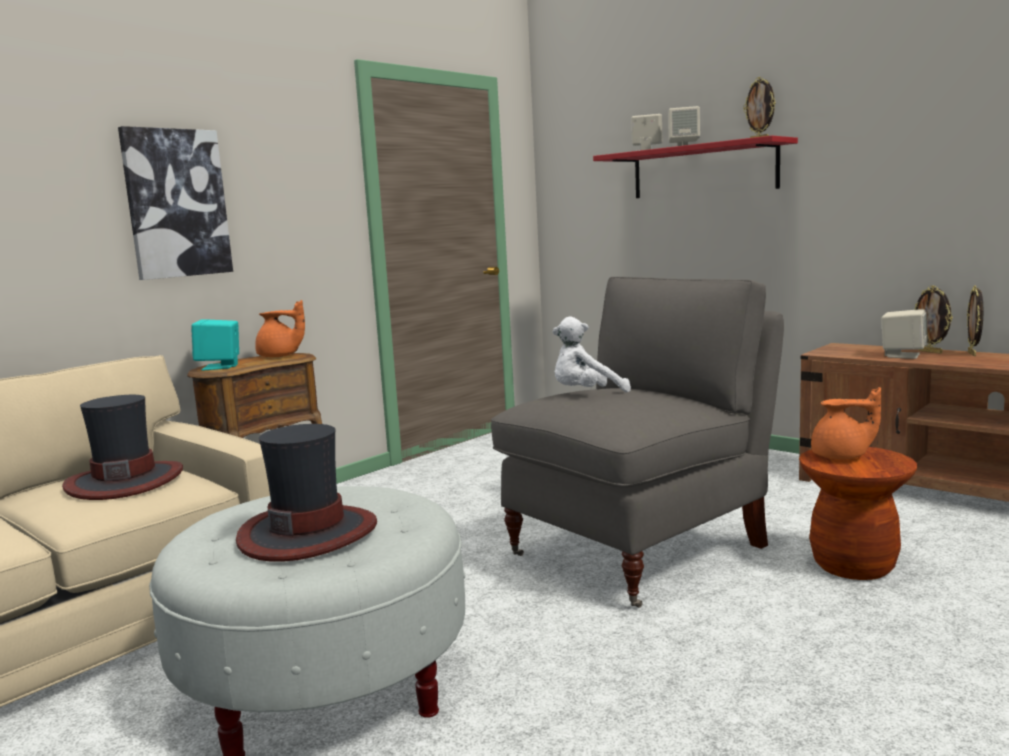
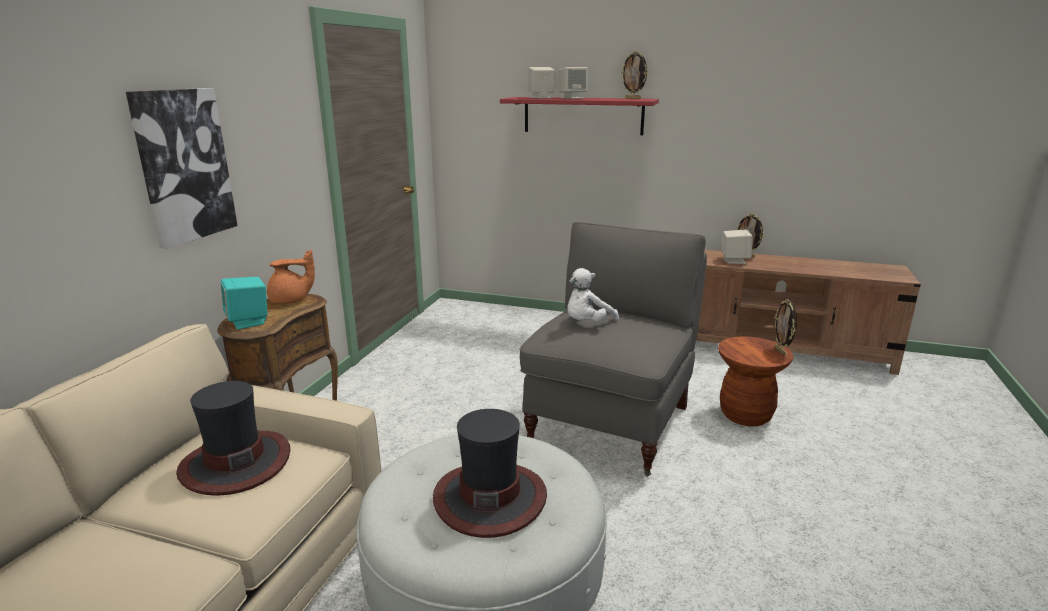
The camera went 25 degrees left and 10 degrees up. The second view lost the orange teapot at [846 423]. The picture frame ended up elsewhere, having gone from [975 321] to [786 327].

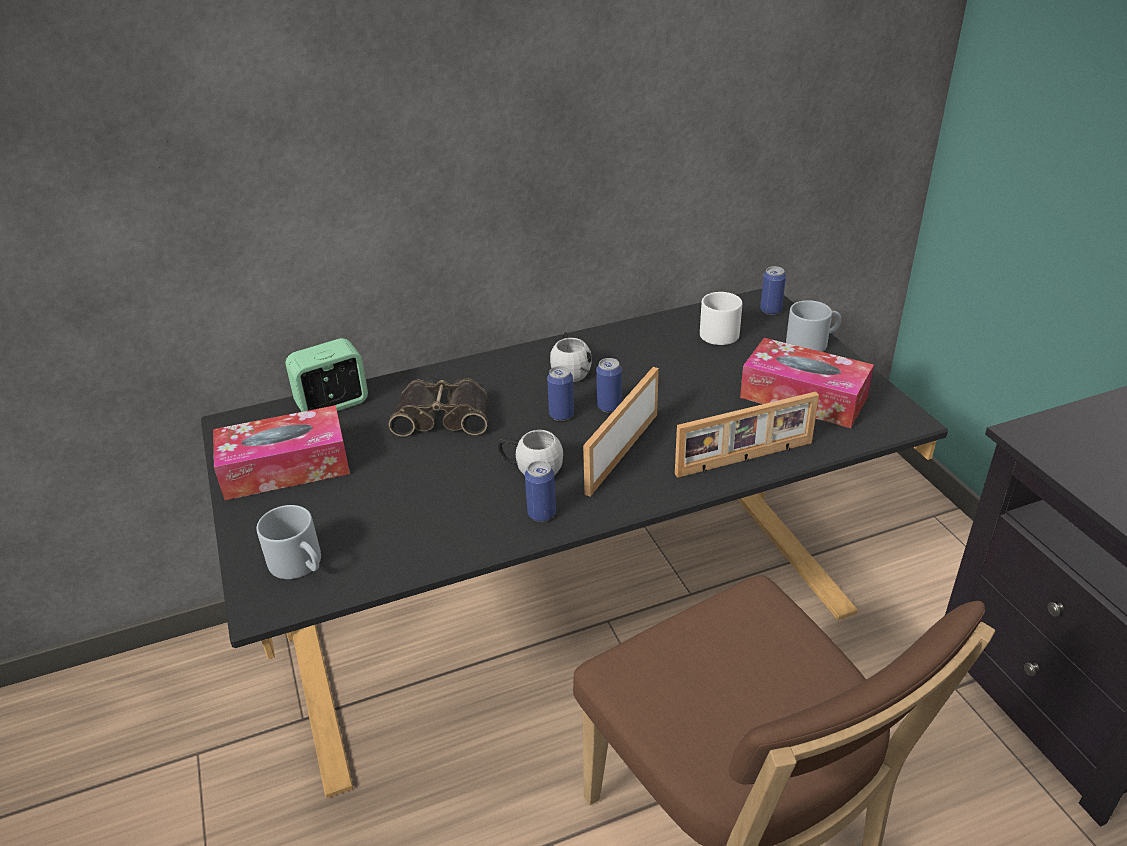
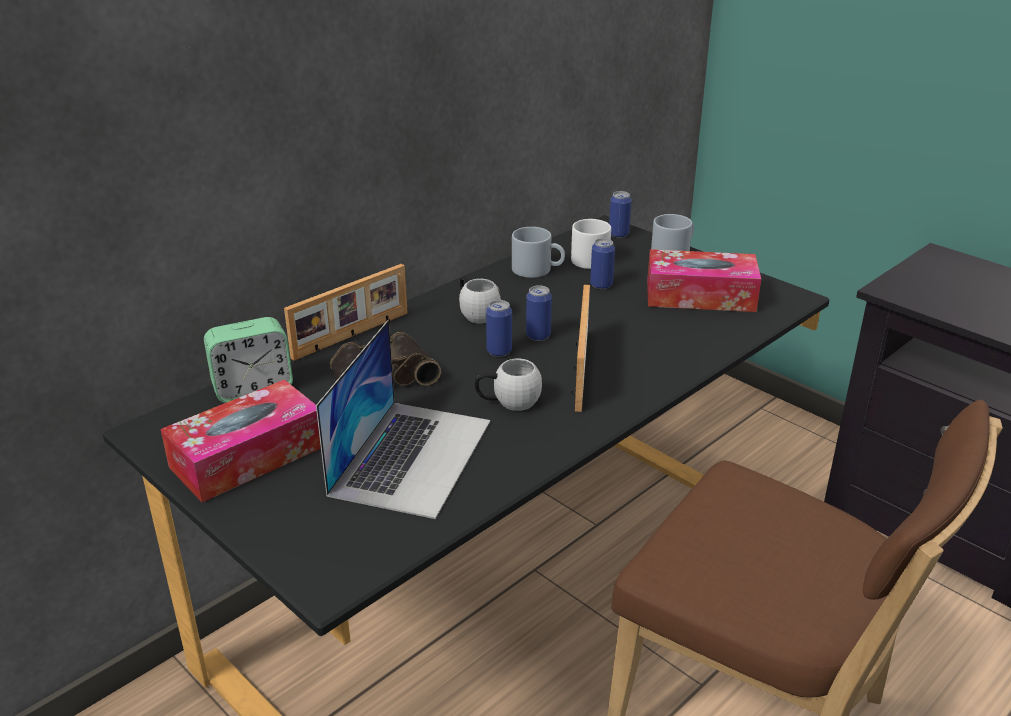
The camera went 25 degrees left and 5 degrees down. The second view gained the laptop at [403 419]. The grey mug ended up elsewhere, having gone from [288 542] to [538 252]. The can ended up elsewhere, having gone from [540 491] to [602 263]. The picture frame ended up elsewhere, having gone from [747 435] to [346 312]. The alarm clock at [326 375] ended up facing another way, 150 degrees counterclockwise from before.

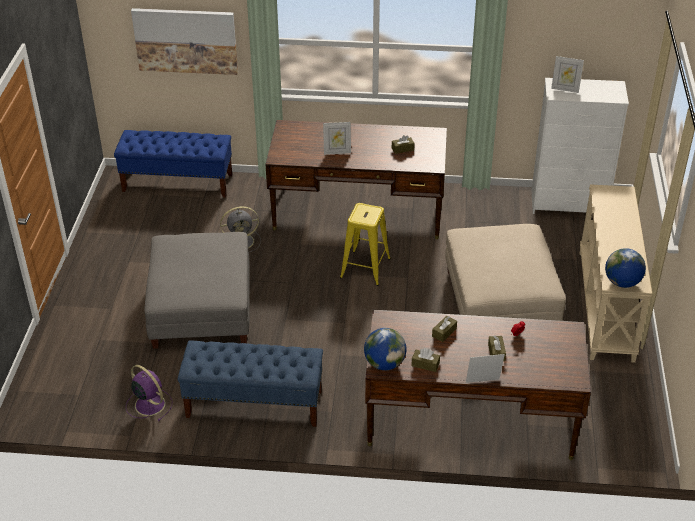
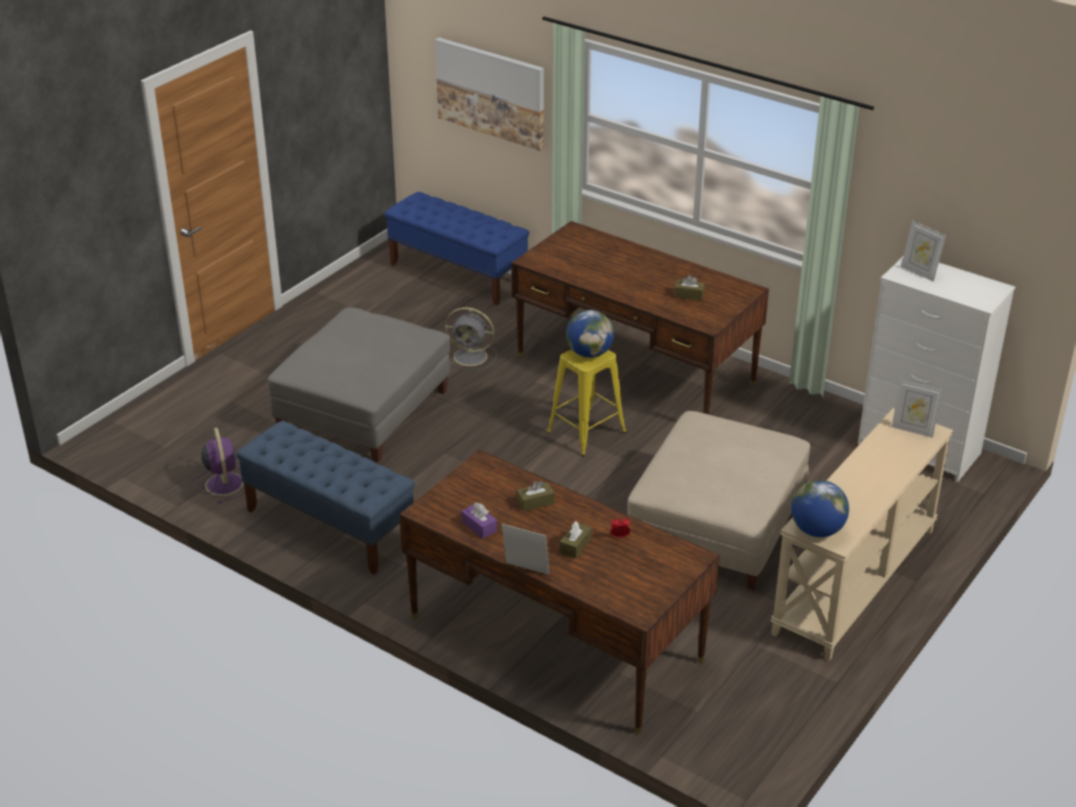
The camera went 30 degrees right and 5 degrees down. The picture frame ended up elsewhere, having gone from [337 138] to [917 409]. The globe ended up elsewhere, having gone from [385 349] to [590 334]. What was the brown tissue box at [425 360] turned into the purple tissue box at [479 520].

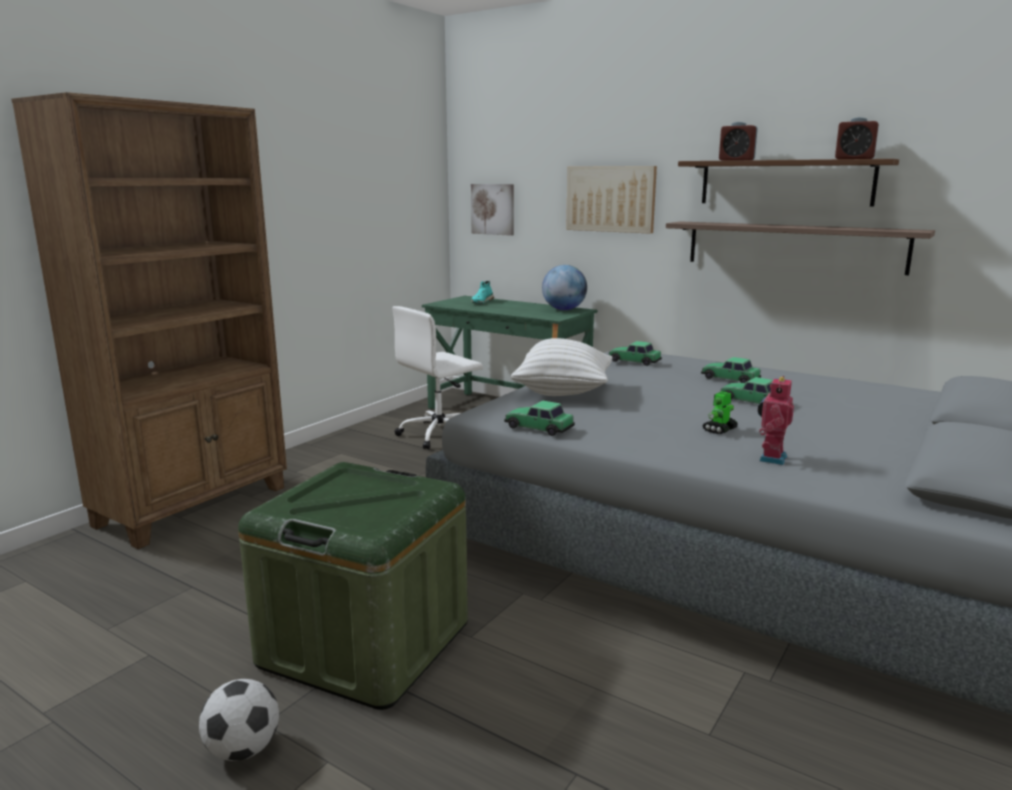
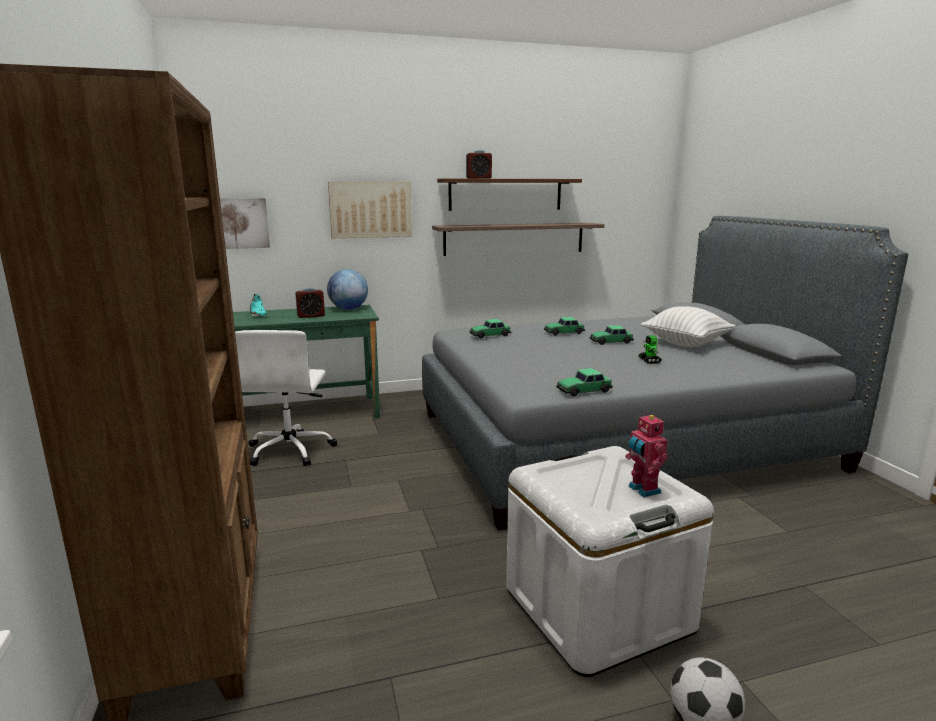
The camera went 50 degrees left and 0 degrees up. The white pillow ended up elsewhere, having gone from [561 367] to [688 326]. The toy robot ended up elsewhere, having gone from [776 420] to [646 455]. The alarm clock ended up elsewhere, having gone from [857 138] to [310 303]. What was the green storage box at [353 586] turned into the white storage box at [610 561].

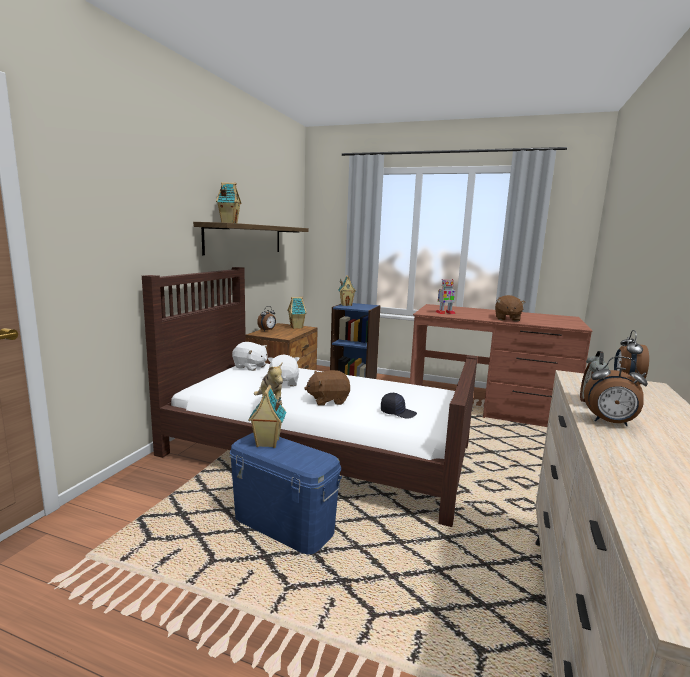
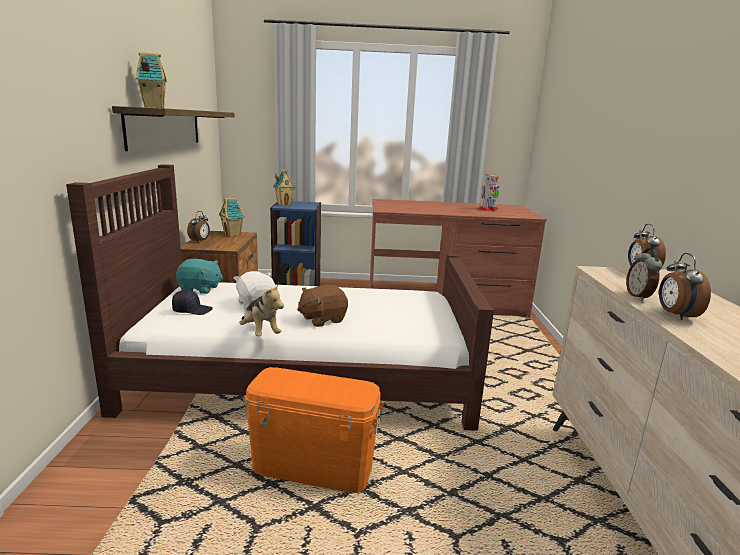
The camera went 20 degrees left and 5 degrees up. The second view lost the toy house at [267 416]. The second view lost the brown plush toy at [510 308]. The black cap ended up elsewhere, having gone from [399 406] to [192 302]. The toy robot ended up elsewhere, having gone from [446 296] to [489 192]. What was the blue storage box at [286 494] turned into the orange storage box at [313 430]. What was the white plush toy at [249 356] turned into the turquoise plush toy at [199 276]. The alarm clock at [616 391] ended up facing another way, 90 degrees clockwise from before.

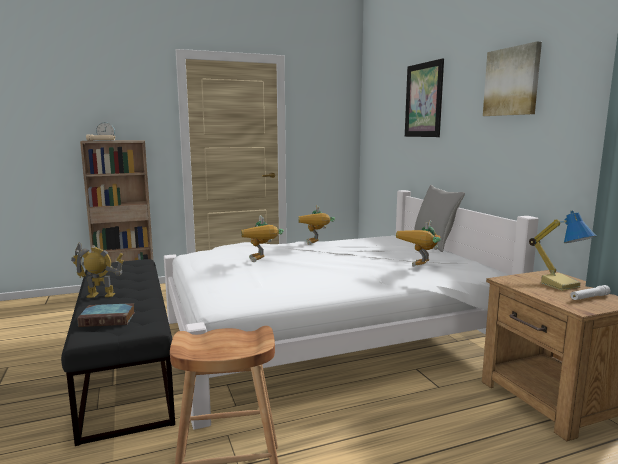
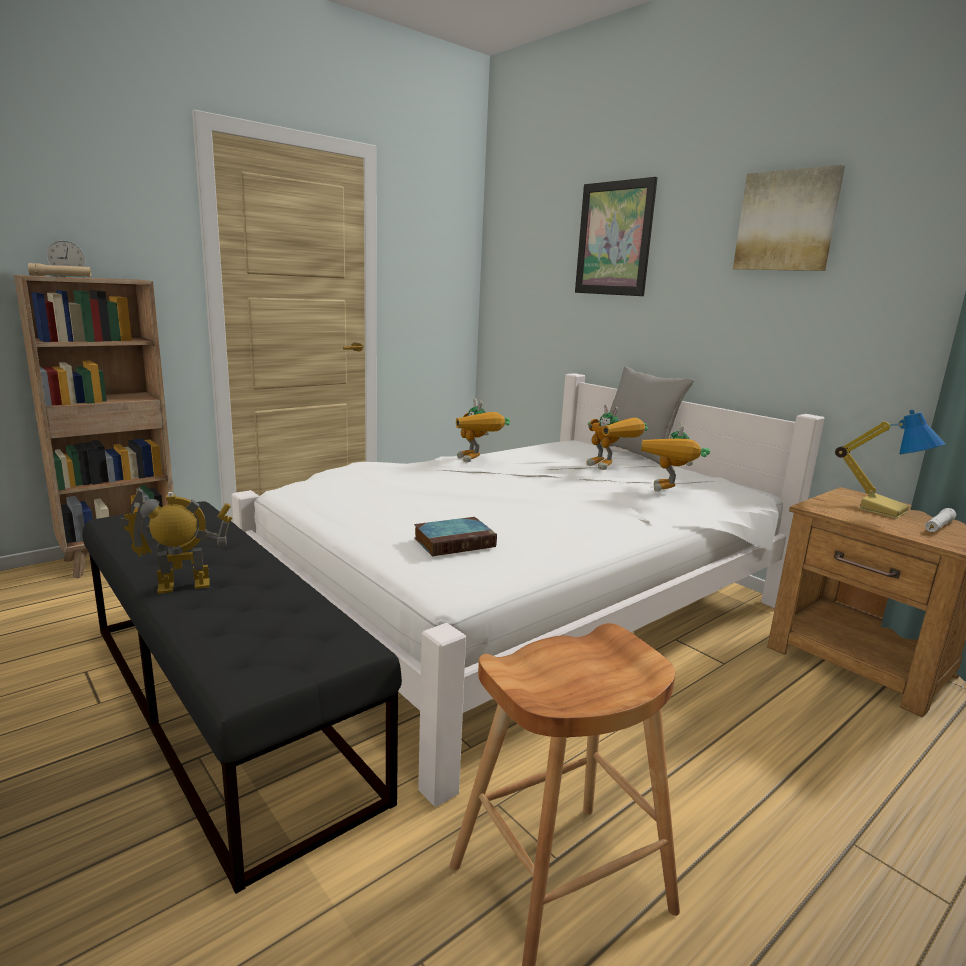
The camera went 20 degrees left and 5 degrees up. The book ended up elsewhere, having gone from [106 315] to [455 536]. The toy robot ended up elsewhere, having gone from [262 238] to [617 437].

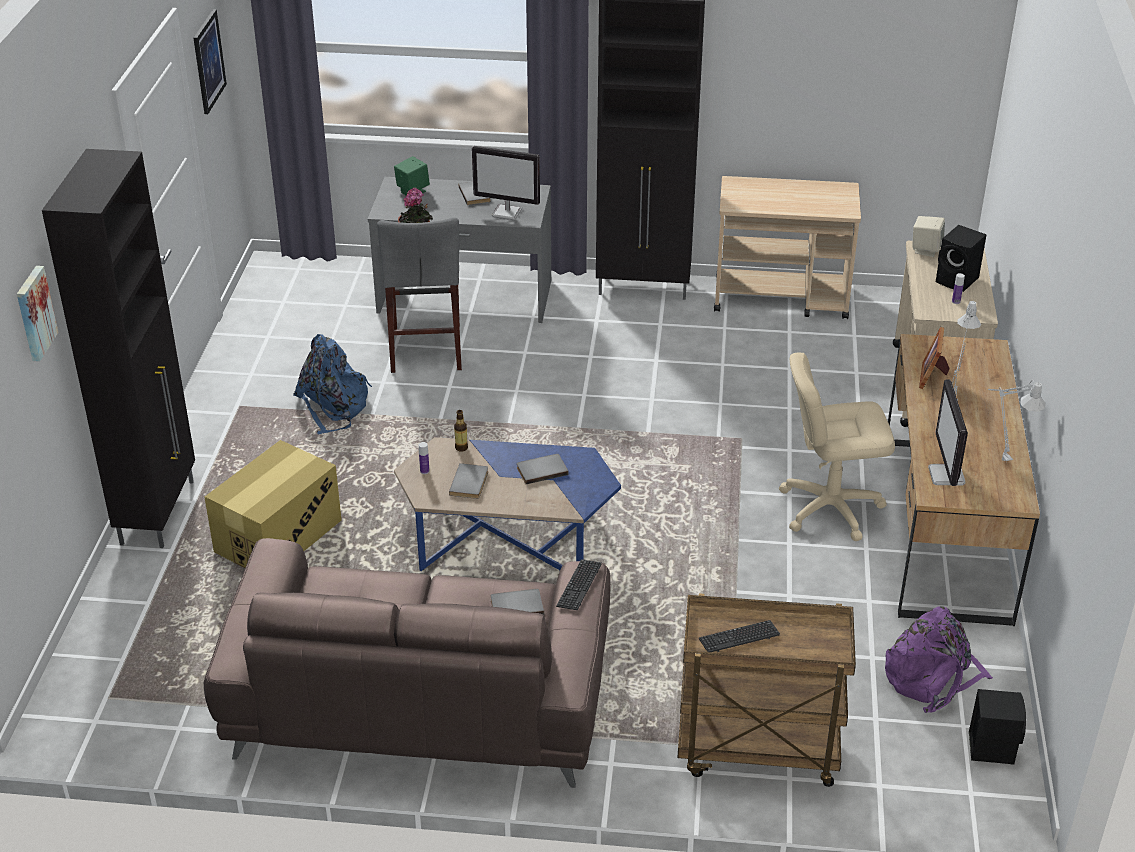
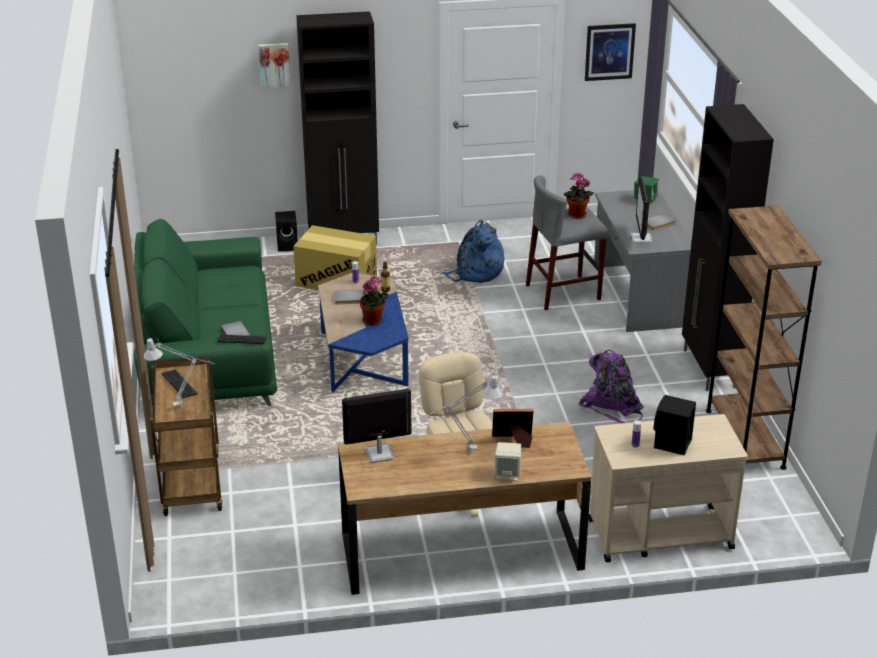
The camera went 75 degrees right and 5 degrees down. The purple backpack ended up elsewhere, having gone from [939 659] to [611 386]. The beige speaker ended up elsewhere, having gone from [928 236] to [507 461]. The black speaker ended up elsewhere, having gone from [997 727] to [286 231]. The grey table lamp ended up elsewhere, having gone from [1017 421] to [179 372]. Where the grey book stood at [543 469], the potted plant came to stand at [374 301]. Where the beige cart stood at [787 247], the brown bookcase came to stand at [764 339]. What was the brown sofa at [407 663] turned into the green sofa at [205 313].

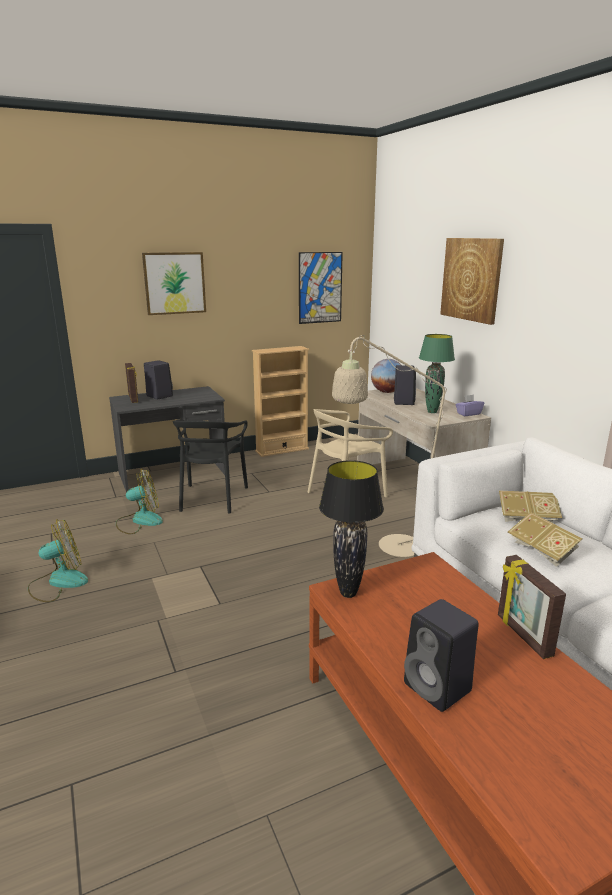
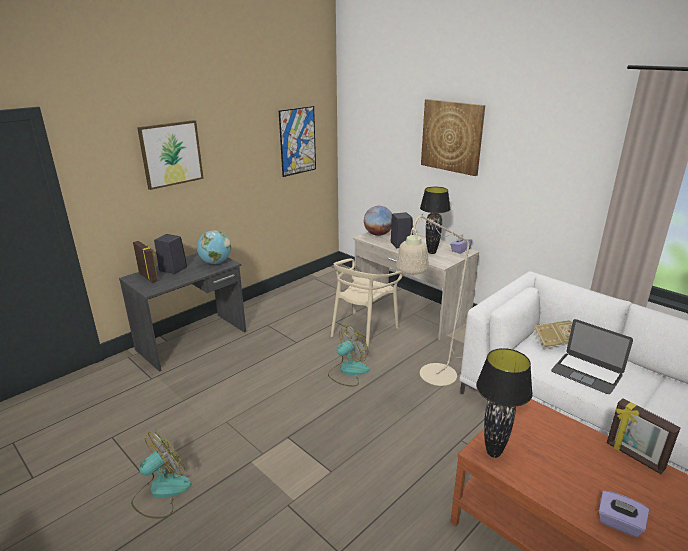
The camera went 20 degrees left and 5 degrees up. The second view lost the black chair at [210 466]. The second view lost the beige bookcase at [280 401]. The second view gained the globe at [214 247]. The fan ended up elsewhere, having gone from [139 501] to [348 355]. Where the black speaker stood at [441 655], the purple tissue box came to stand at [624 514]. Where the book stood at [545 539], the laptop came to stand at [592 356]. What was the green table lamp at [437 373] turned into the black table lamp at [435 220].

